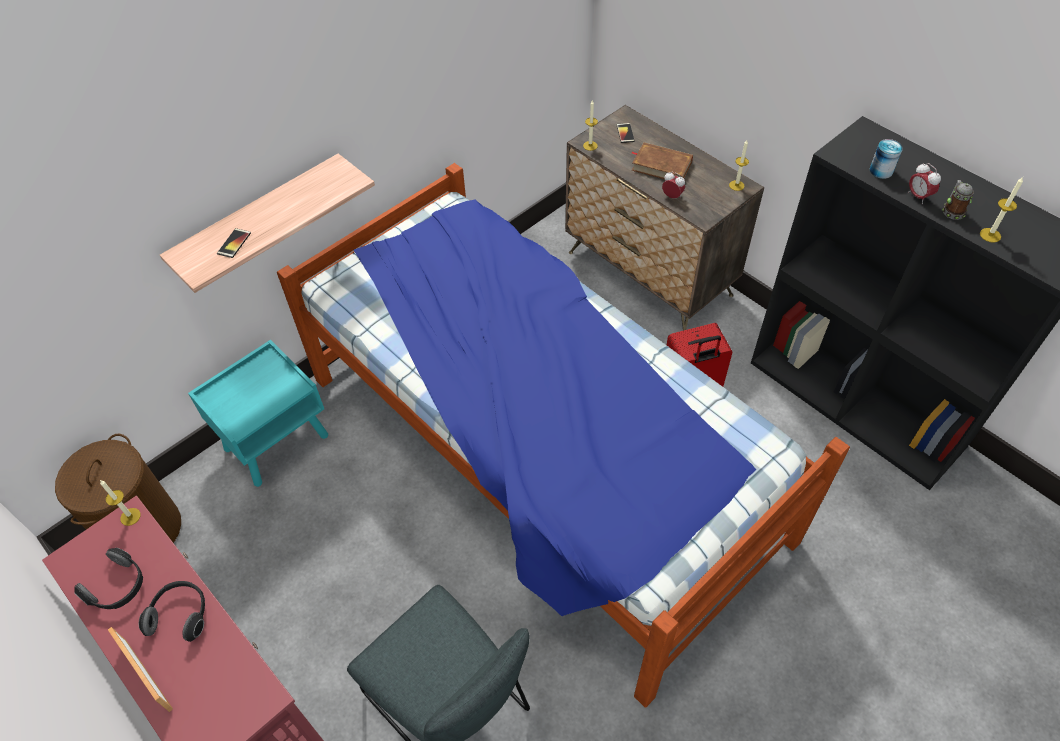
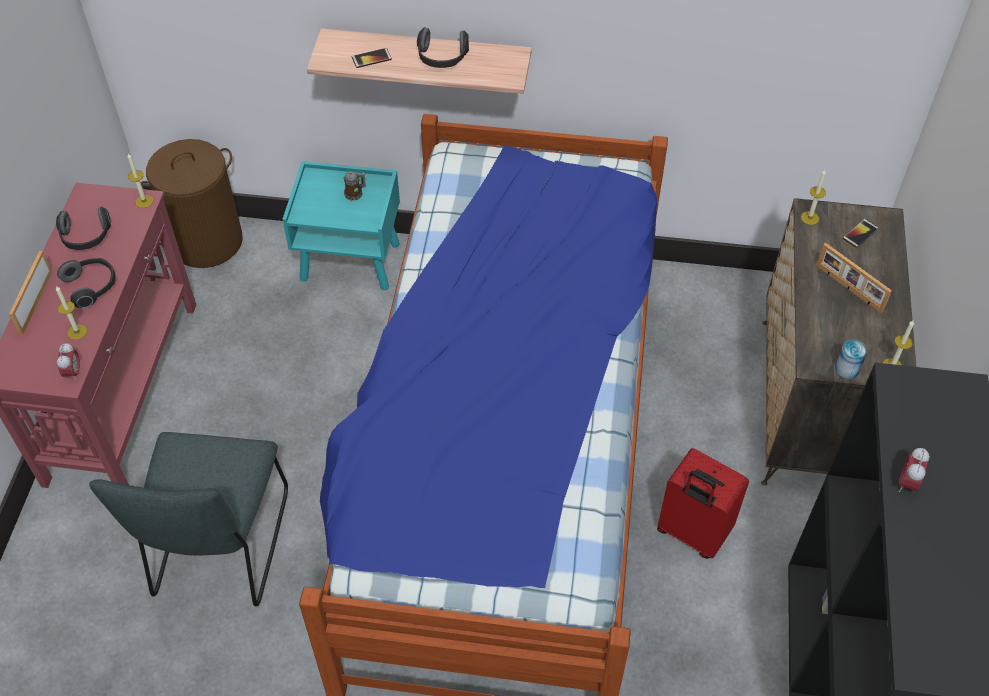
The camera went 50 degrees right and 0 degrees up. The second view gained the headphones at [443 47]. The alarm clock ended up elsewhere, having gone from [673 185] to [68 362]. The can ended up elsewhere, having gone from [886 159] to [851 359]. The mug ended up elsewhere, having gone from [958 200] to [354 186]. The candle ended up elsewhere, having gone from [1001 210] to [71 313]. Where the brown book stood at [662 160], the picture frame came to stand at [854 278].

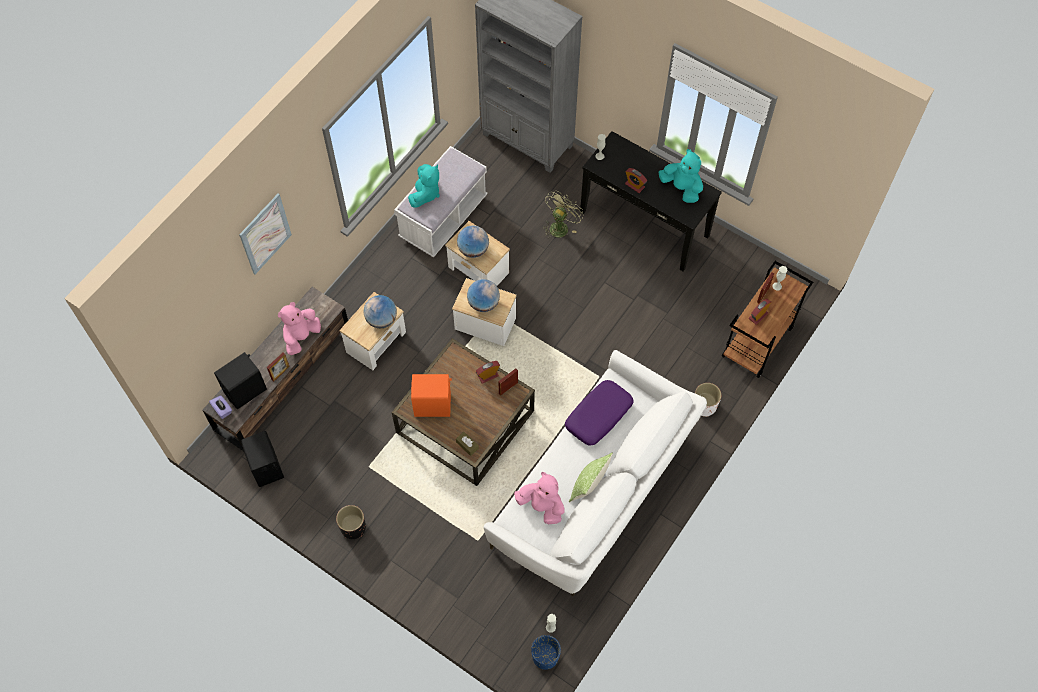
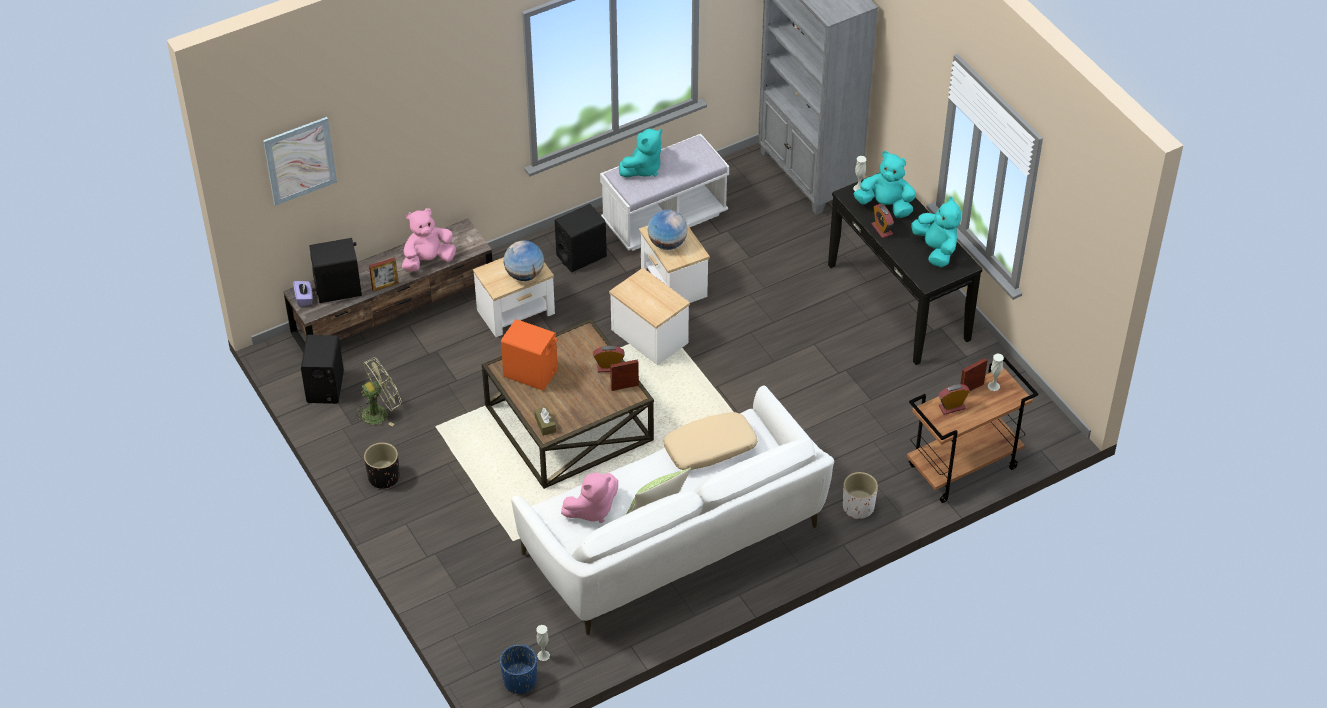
The camera went 25 degrees right and 15 degrees down. The second view lost the globe at [483 295]. The second view gained the black speaker at [581 238]. The second view gained the turquoise plush toy at [885 184]. The picture ended up elsewhere, having gone from [265 234] to [300 161]. The green fan ended up elsewhere, having gone from [563 214] to [377 392]. What was the purple pillow at [599 413] turned into the beige pillow at [710 441]. The pink plush toy at [539 498] ended up facing another way, 90 degrees clockwise from before.

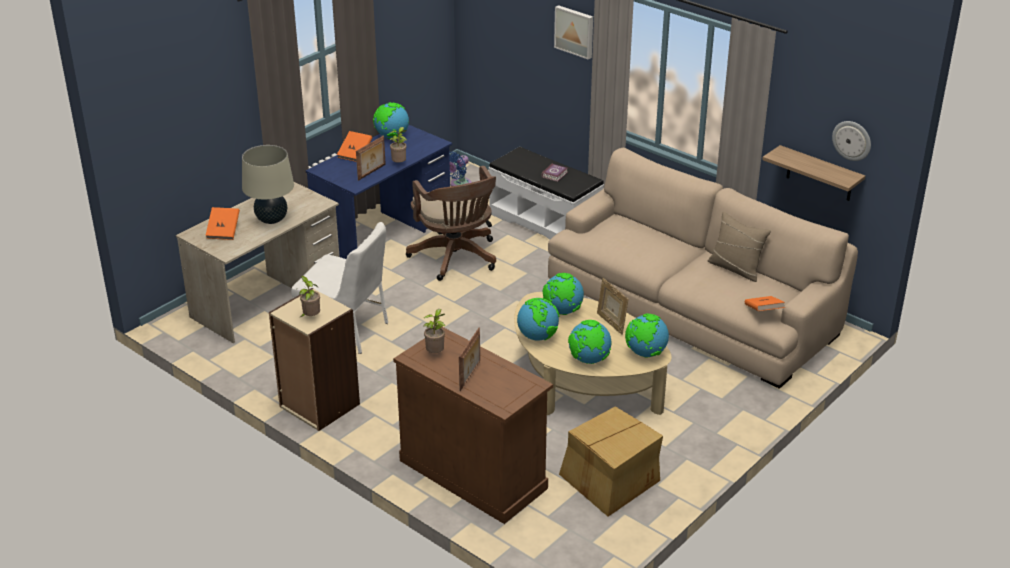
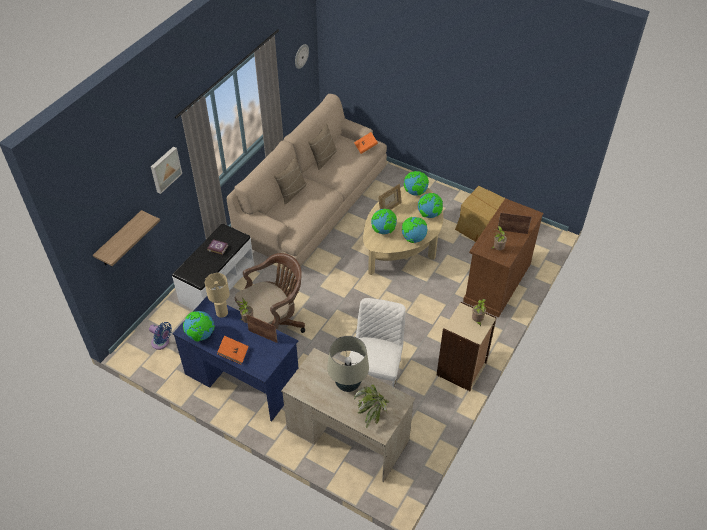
The camera went 100 degrees left and 15 degrees up. The second view gained the beige table lamp at [217 295]. The second view gained the beige pillow at [290 180]. The shelf ended up elsewhere, having gone from [813 173] to [126 238]. Where the orange book stood at [222 223], the potted plant came to stand at [371 406].

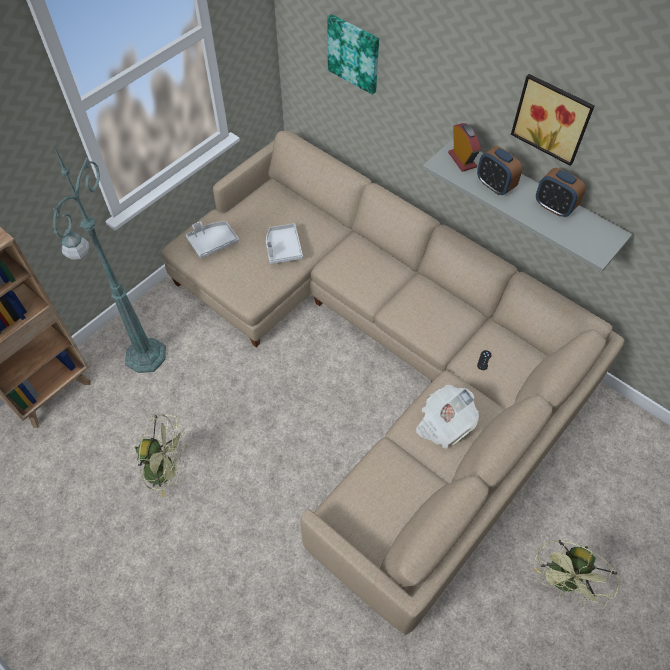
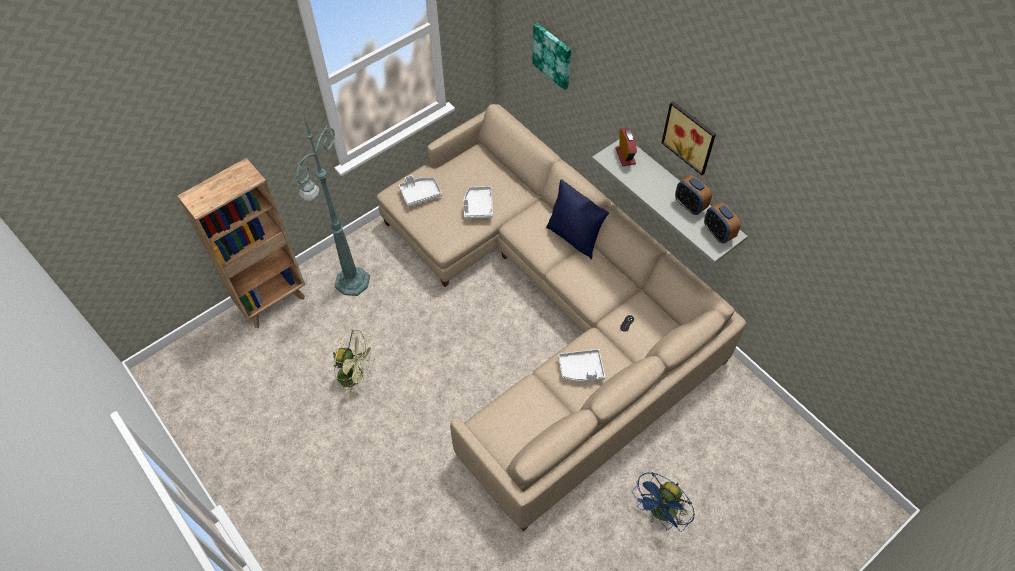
The camera went 10 degrees right and 0 degrees up. The second view gained the blue pillow at [577 219]. The alarm clock ended up elsewhere, having gone from [499 170] to [722 223]. Where the newspaper stood at [447 417], the grey tray came to stand at [581 365]. What was the green fan at [576 574] turned into the blue fan at [663 502].

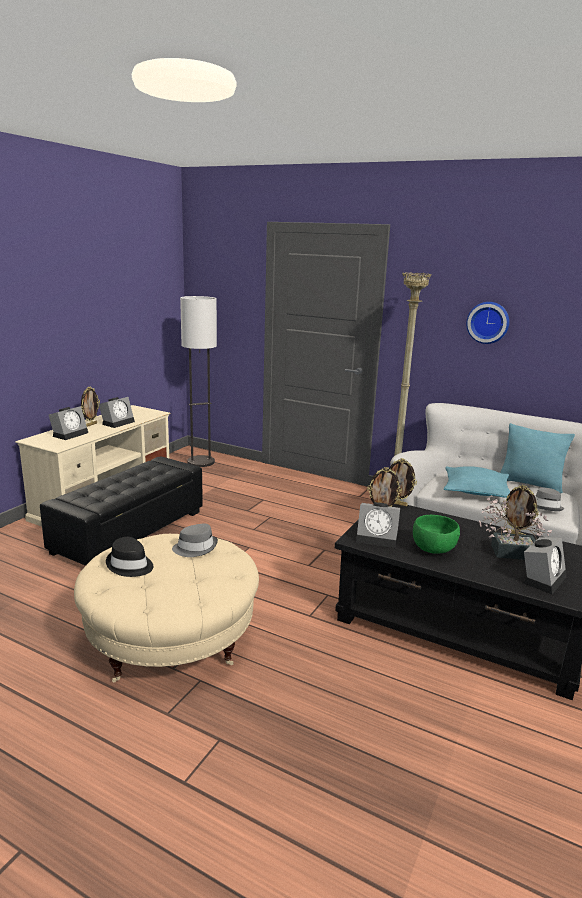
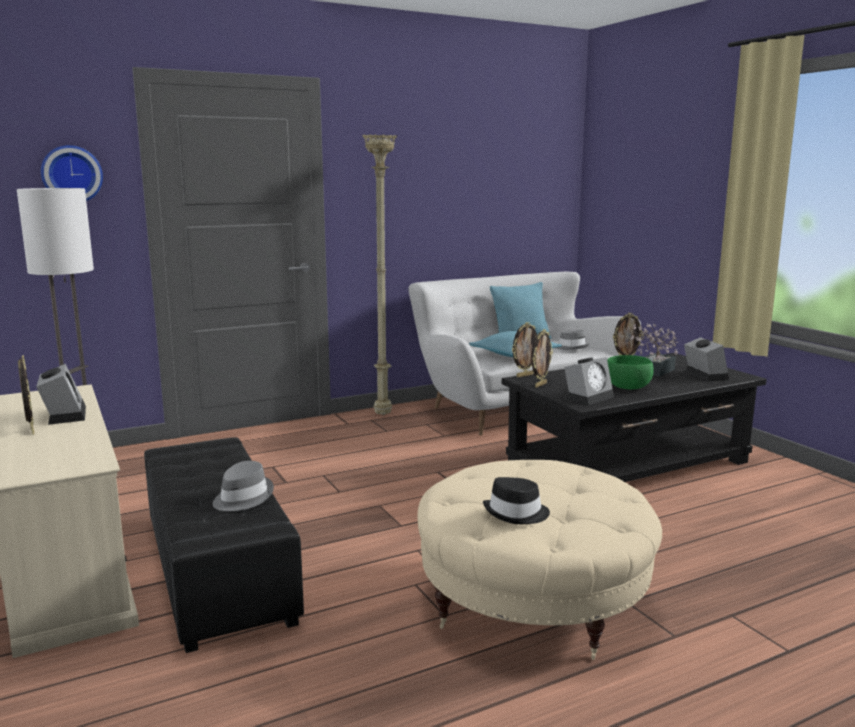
The camera went 55 degrees left and 5 degrees down. The second view lost the alarm clock at [68 423]. The grey hat ended up elsewhere, having gone from [195 540] to [243 486]. The wall clock ended up elsewhere, having gone from [487 323] to [72 173].

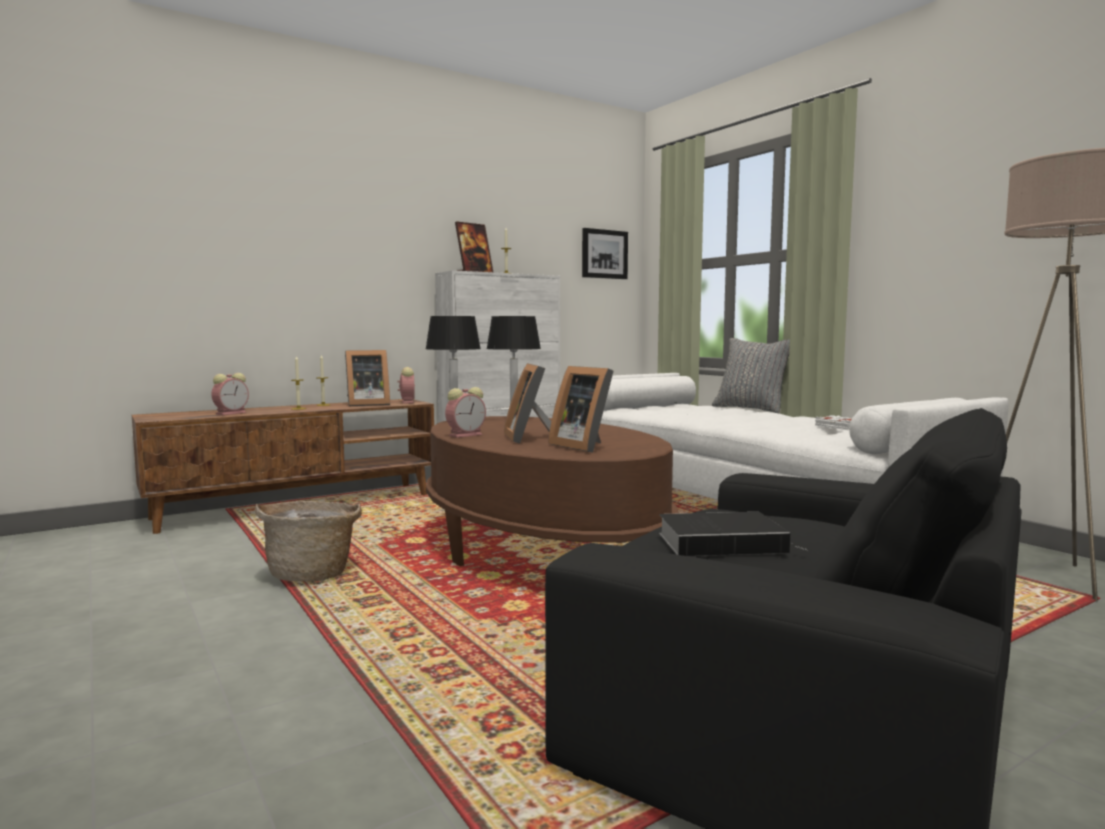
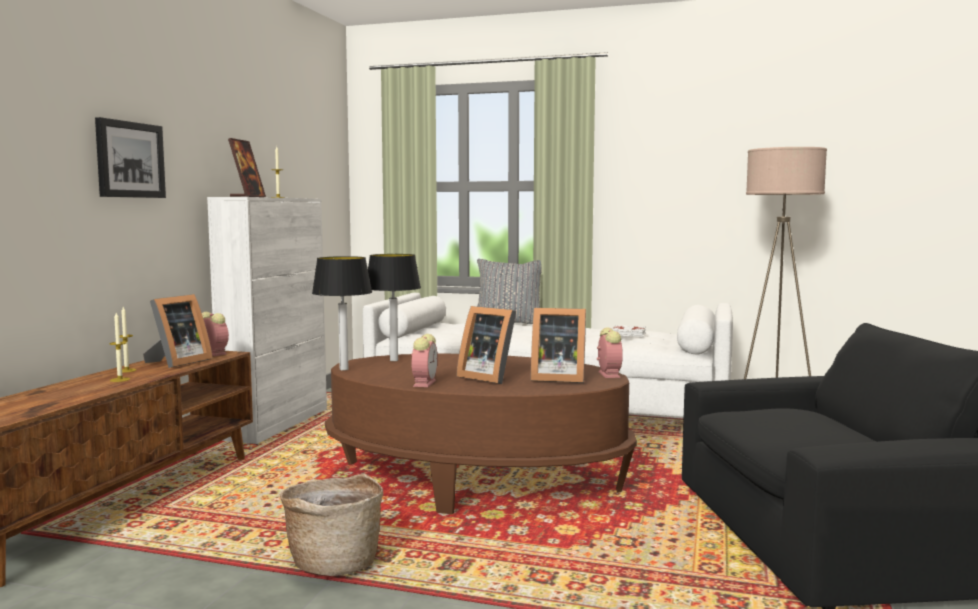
The camera went 40 degrees left and 0 degrees up. The second view lost the book at [733 534]. The alarm clock ended up elsewhere, having gone from [230 394] to [610 352]. The picture ended up elsewhere, having gone from [605 253] to [130 157].

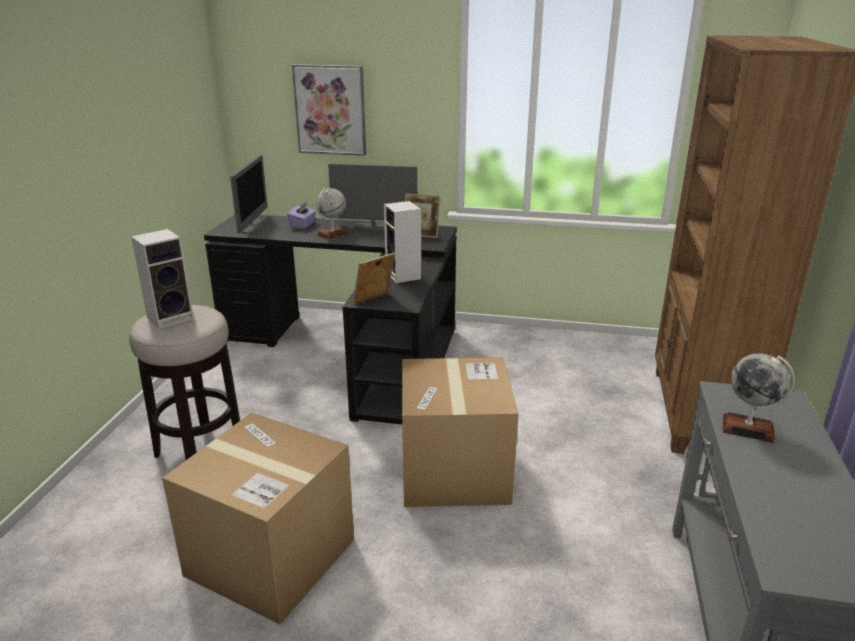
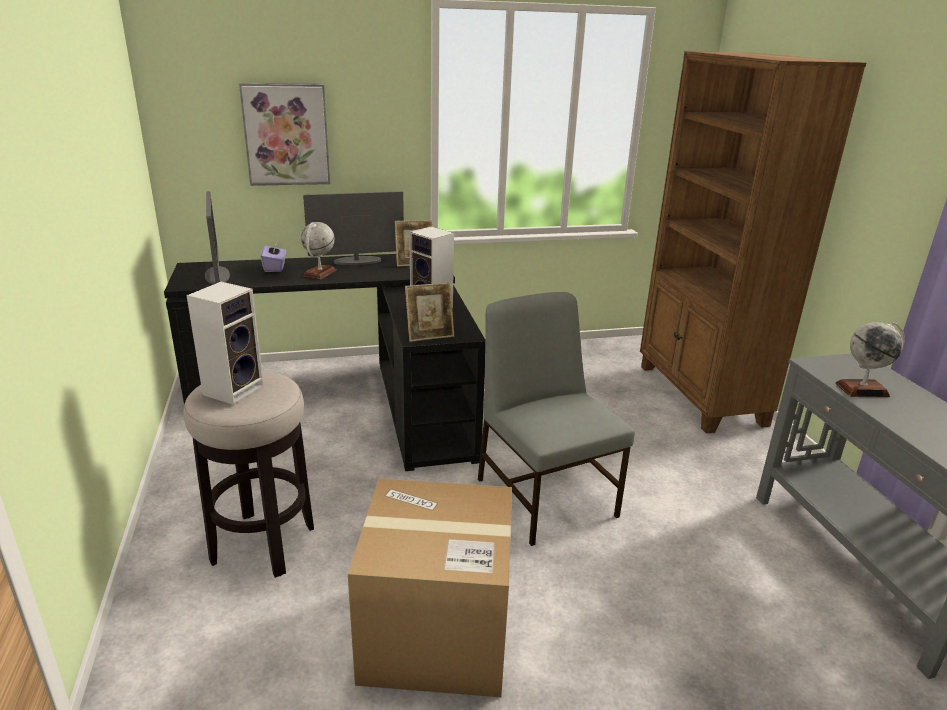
The camera went 25 degrees left and 0 degrees up. Where the cardboard box stood at [460 432], the grey chair came to stand at [556 419]. The picture frame at [374 278] ended up facing another way, 135 degrees counterclockwise from before.

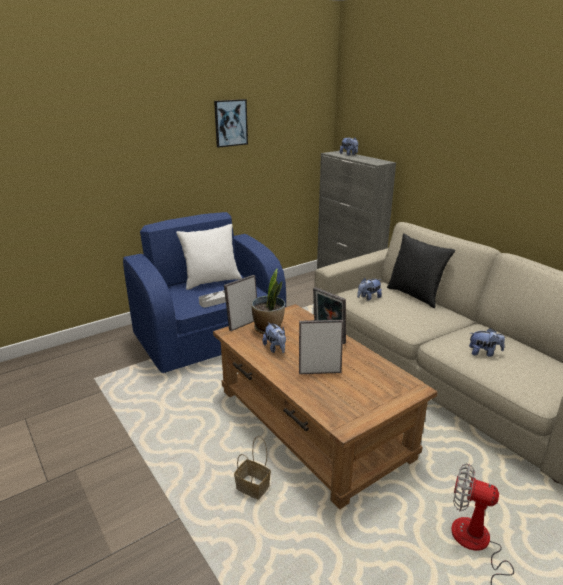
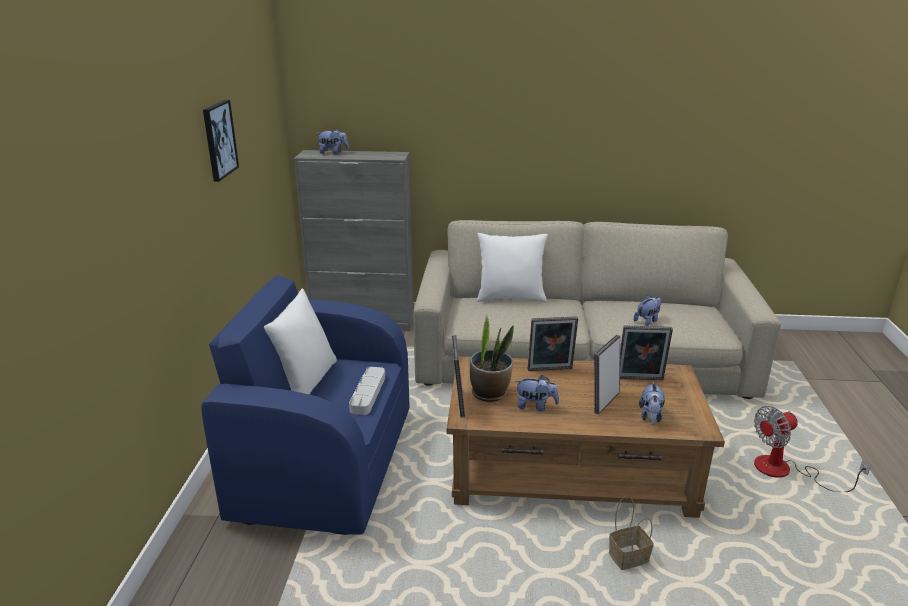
The camera went 50 degrees left and 0 degrees up. The second view gained the picture frame at [646 353]. The plush toy ended up elsewhere, having gone from [369 289] to [652 403]. What was the black pillow at [421 270] turned into the white pillow at [512 267].

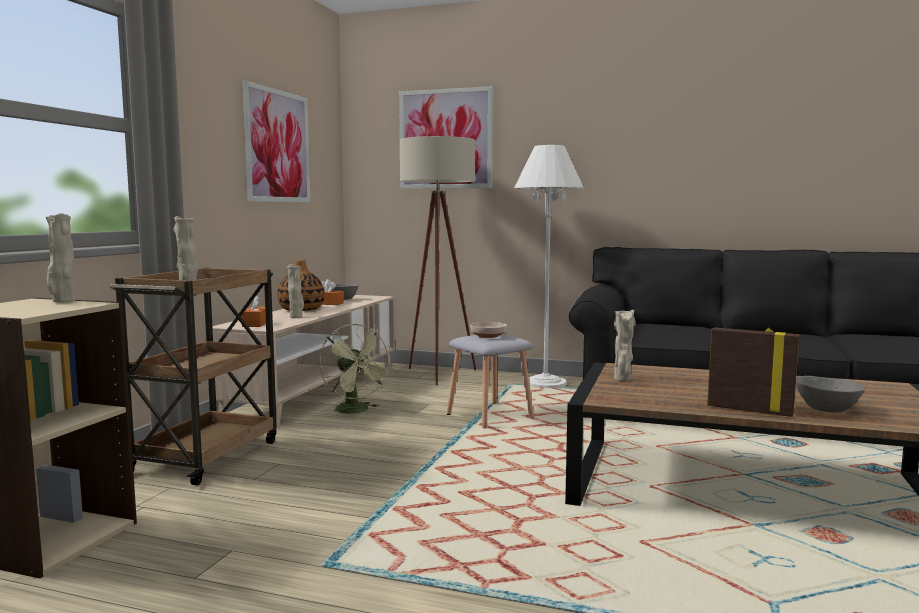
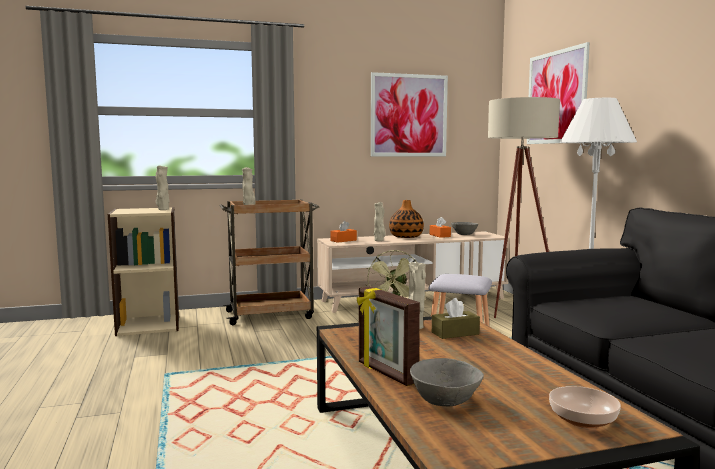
The camera went 55 degrees right and 0 degrees up. The second view gained the brown tissue box at [456 318]. The bowl ended up elsewhere, having gone from [488 330] to [585 407]. The picture frame at [753 372] ended up facing another way, 150 degrees clockwise from before.

